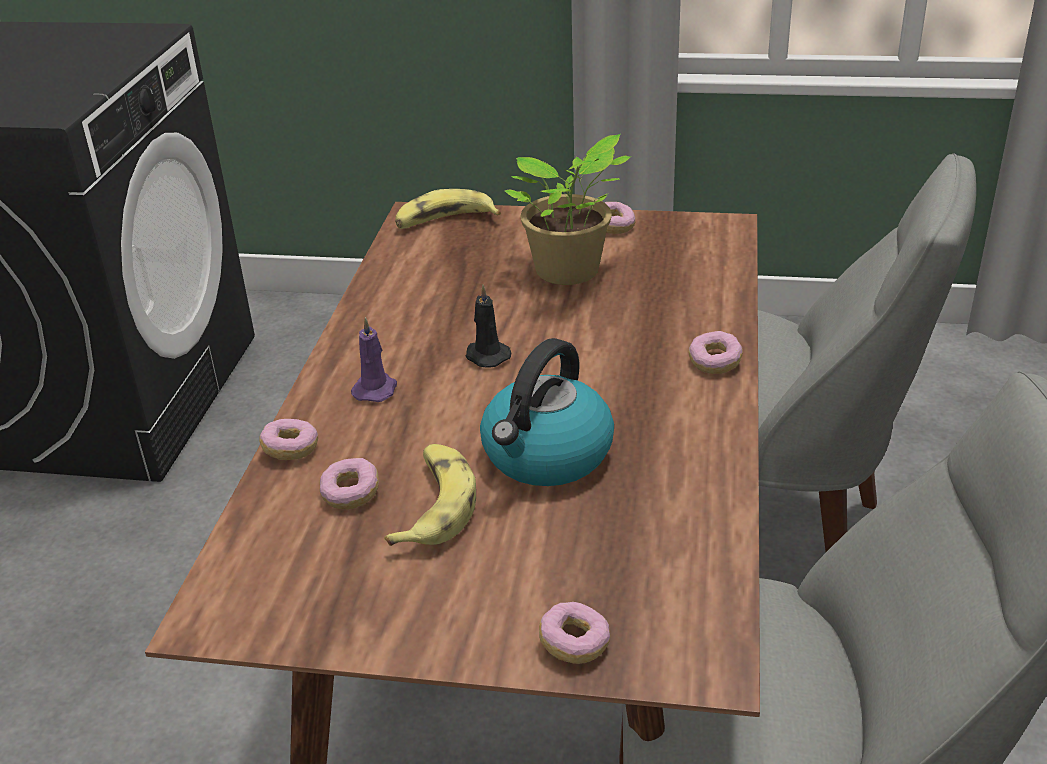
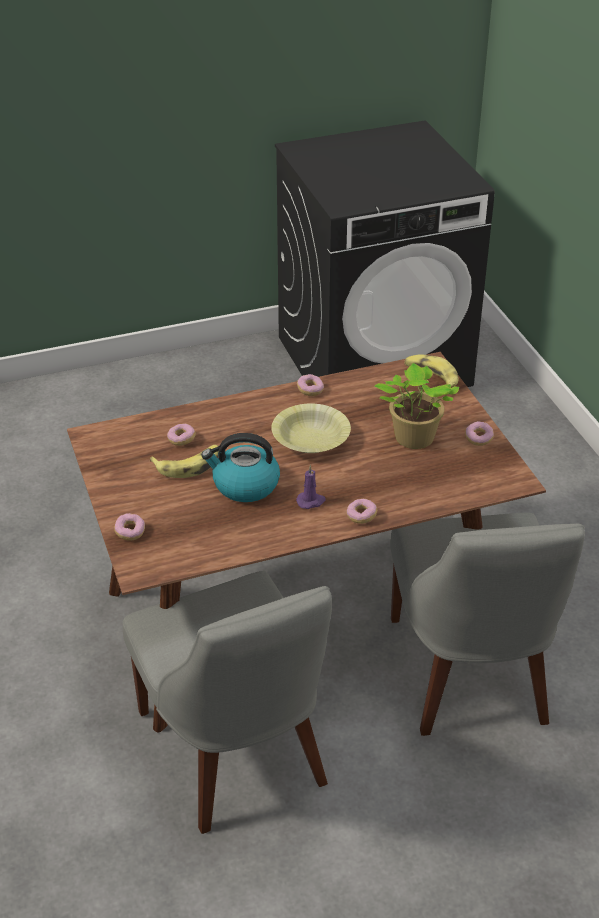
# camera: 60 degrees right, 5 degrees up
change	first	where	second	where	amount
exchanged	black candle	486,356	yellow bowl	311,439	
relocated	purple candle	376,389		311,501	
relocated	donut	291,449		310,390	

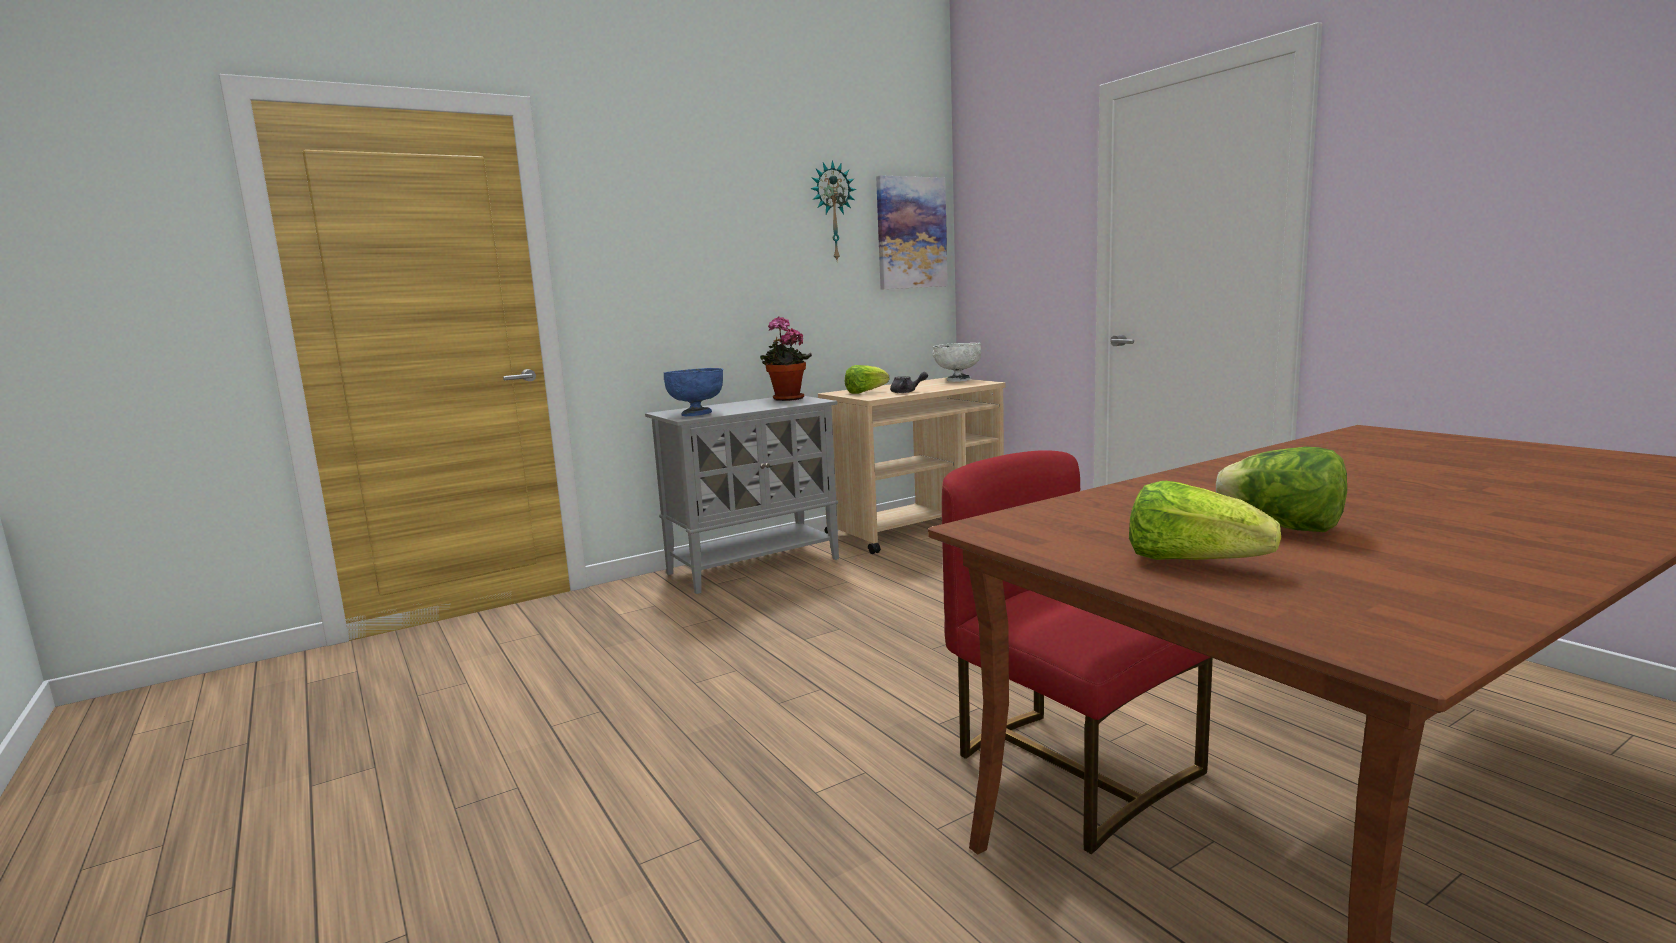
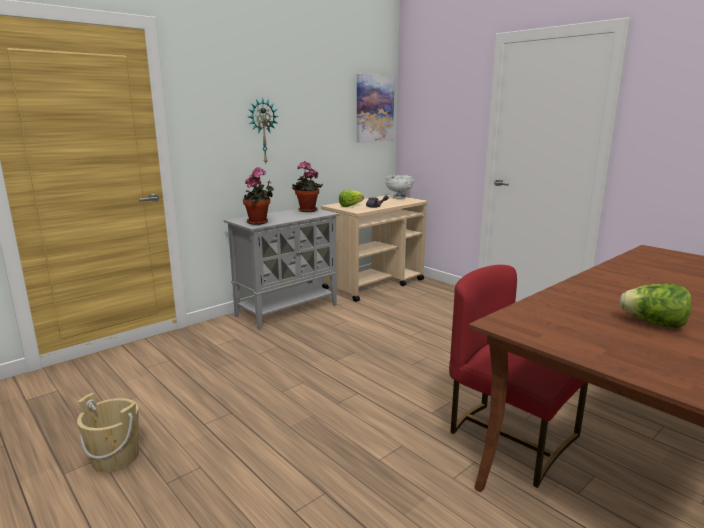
# camera: 10 degrees left, 5 degrees up
change	first	where	second	where	amount
appeared			beige bucket	115,457	
exchanged	blue bowl	696,414	potted plant	259,222	
relocated	wall clock	832,212		262,131	
missing	lettuce	1191,562			

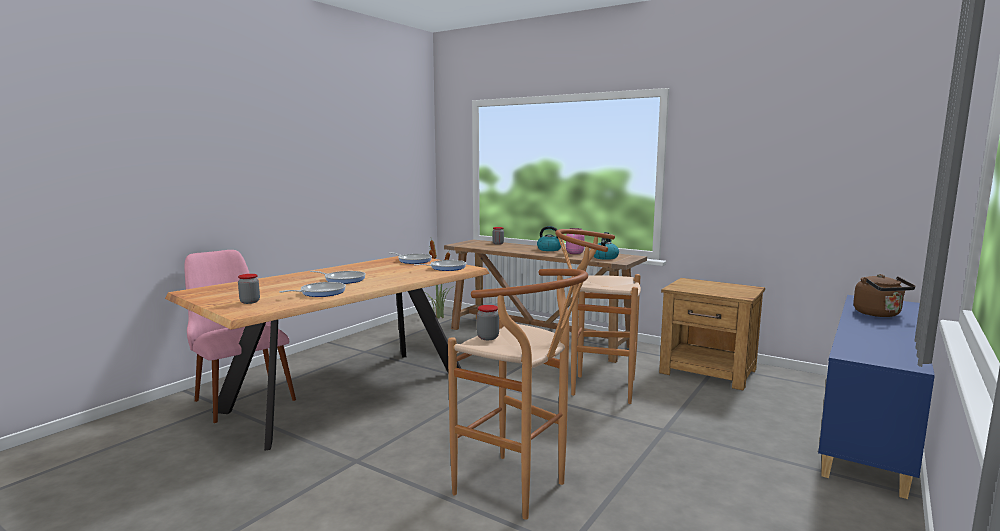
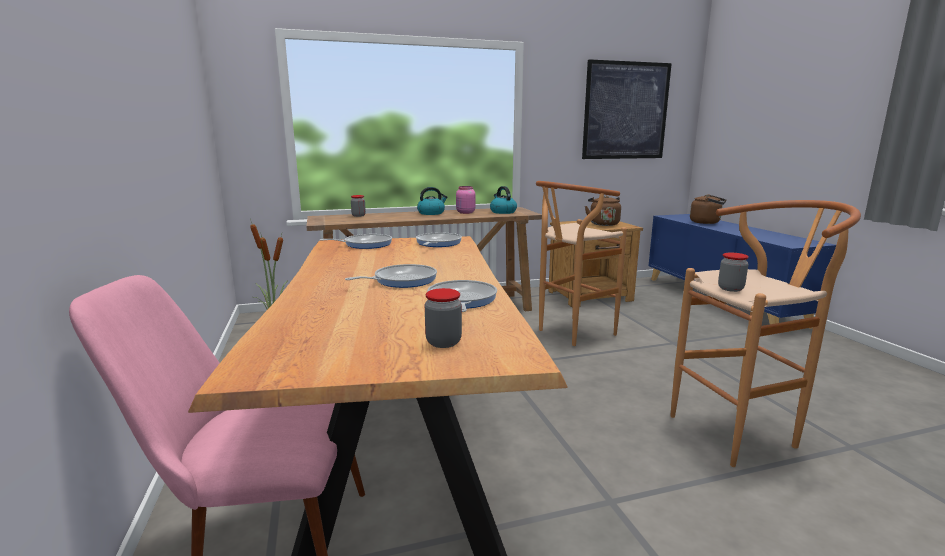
# camera: 50 degrees left, 5 degrees up
change	first	where	second	where	amount
appeared			picture	625,111	
appeared			brown kettle	603,224	

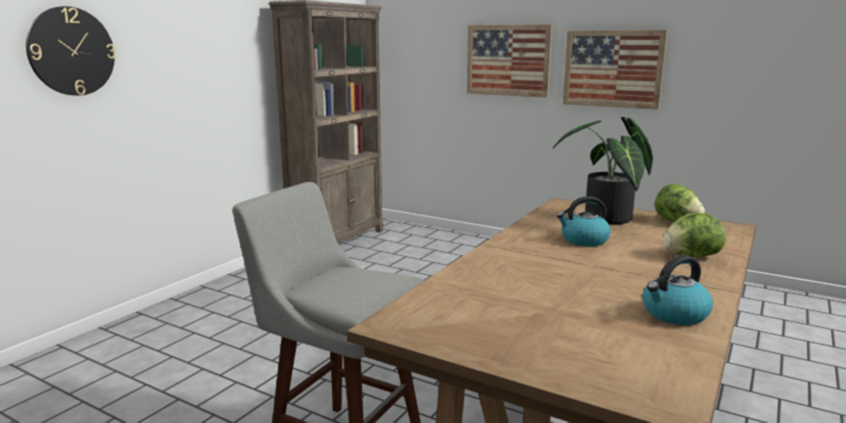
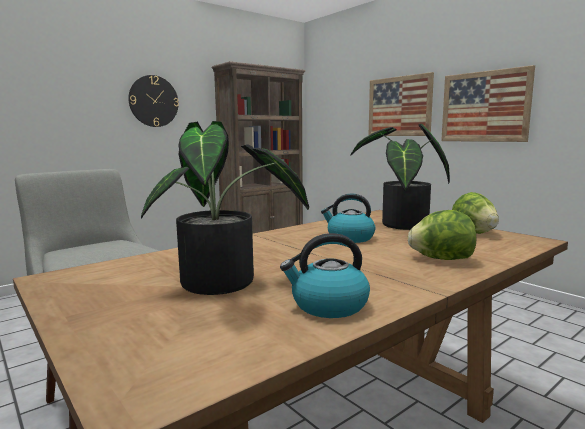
# camera: 20 degrees right, 5 degrees down
change	first	where	second	where	amount
relocated	wall clock	71,51		153,101	
appeared			potted plant	226,283	

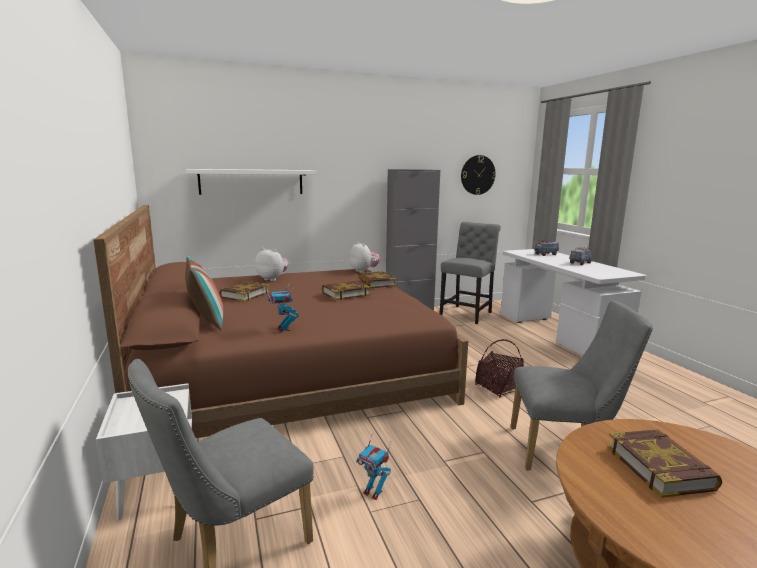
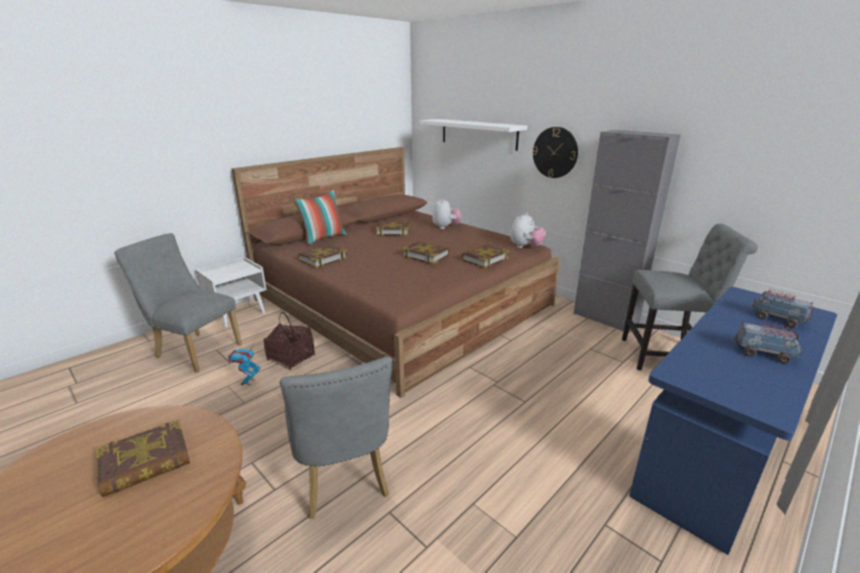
# camera: 65 degrees right, 10 degrees up
change	first	where	second	where	amount
relocated	basket	499,387		291,358	
exchanged	toy robot	283,330	book	322,259	
relocated	wall clock	477,175		555,152	
colour	white desk	558,333	blue desk	716,451	

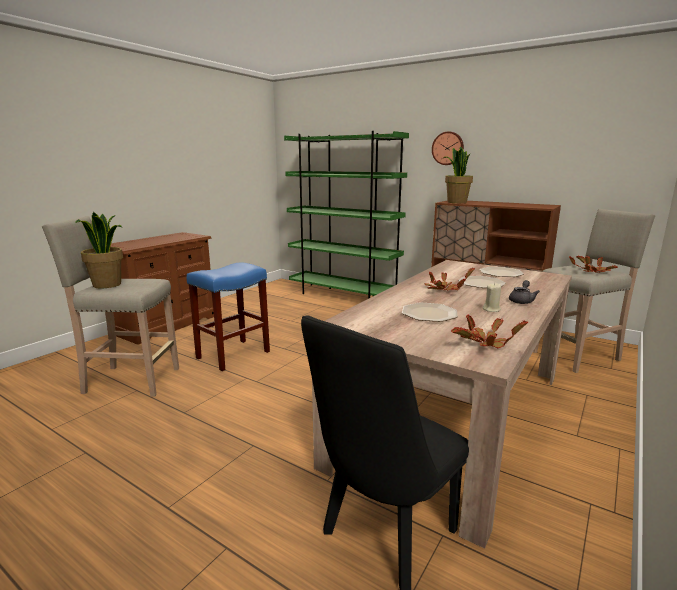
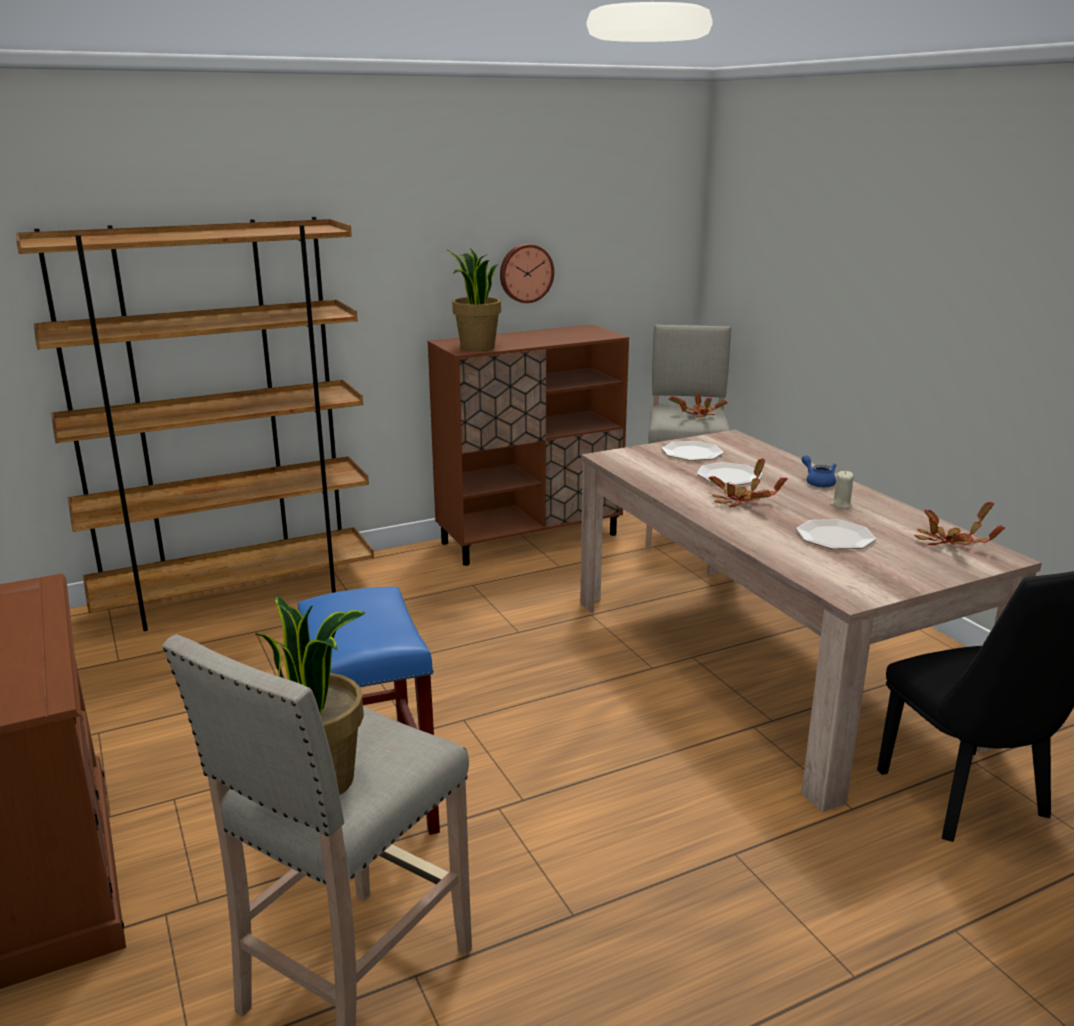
# camera: 60 degrees left, 5 degrees up
change	first	where	second	where	amount
colour	green bookcase	343,296	brown bookcase	237,595	
relocated	wall clock	448,148		525,273	
colour	grey teapot	521,301	blue teapot	818,482	

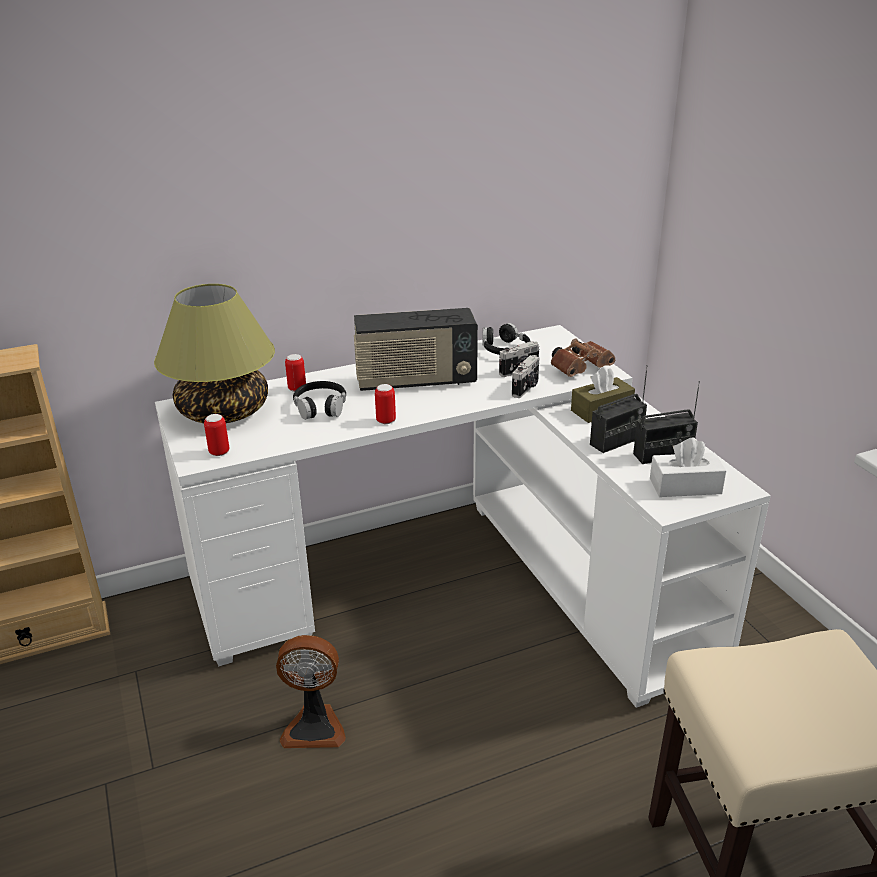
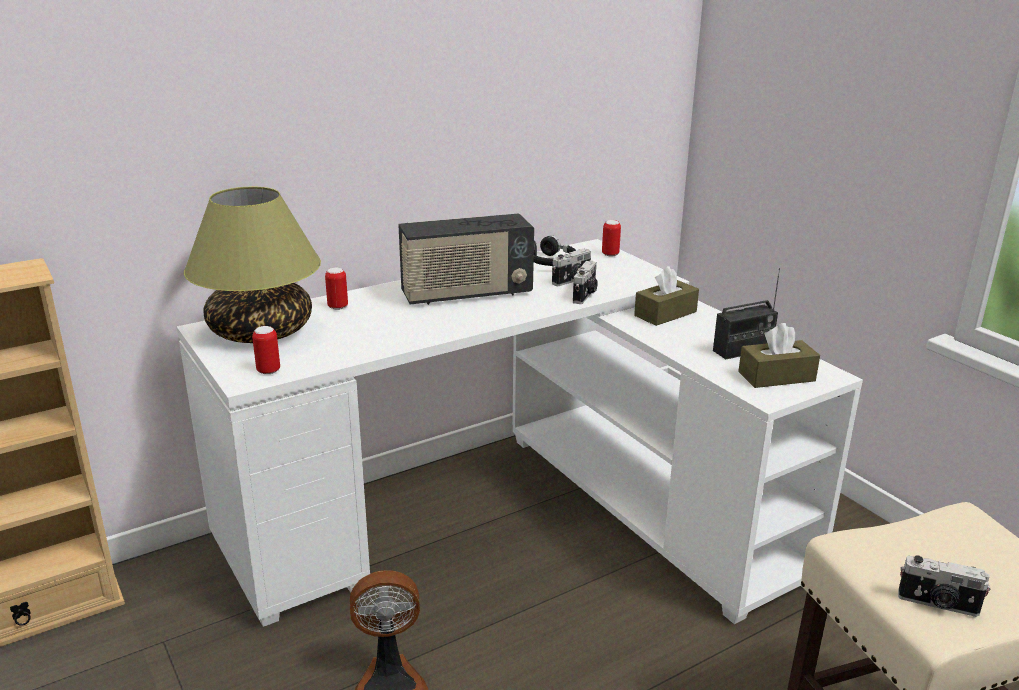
# camera: 10 degrees left, 5 degrees down
change	first	where	second	where	amount
relocated	can	386,421		610,254	
colour	white tissue box	685,486	brown tissue box	776,376	
appeared			photo camera	938,604	
missing	black headphones	320,407			
missing	brown binoculars	581,368			
missing	radio	616,441			

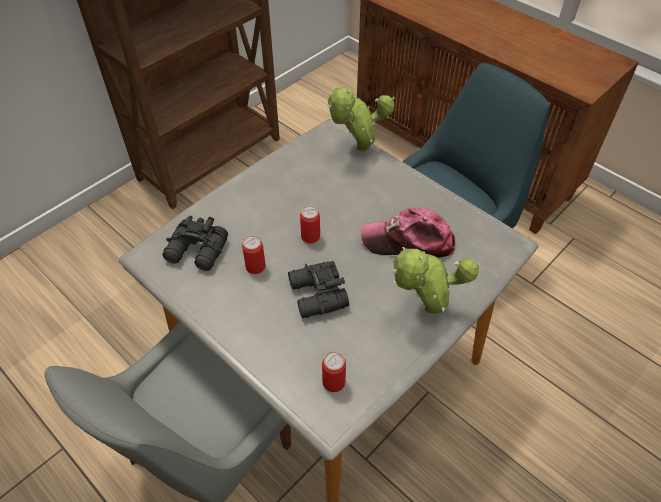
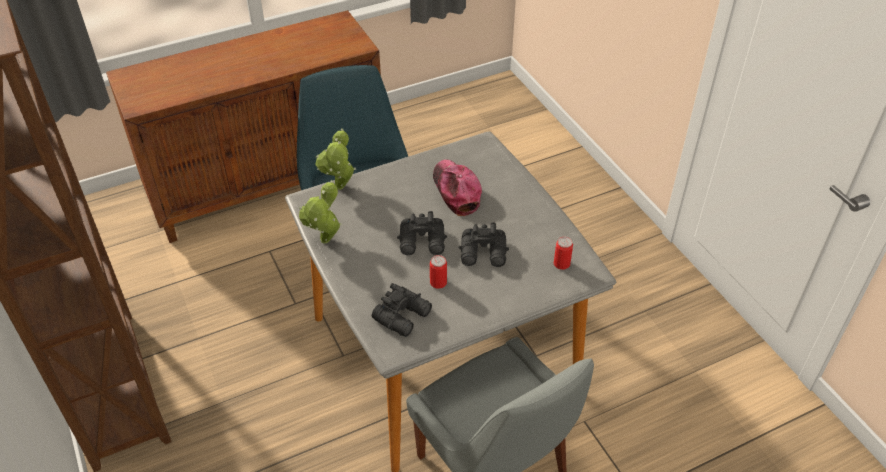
# camera: 70 degrees left, 5 degrees down
change	first	where	second	where	amount
relocated	potted plant	425,310		325,243	
exchanged	can	310,236	black binoculars	423,243	
spun	cap	408,241		456,191	135 degrees clockwise

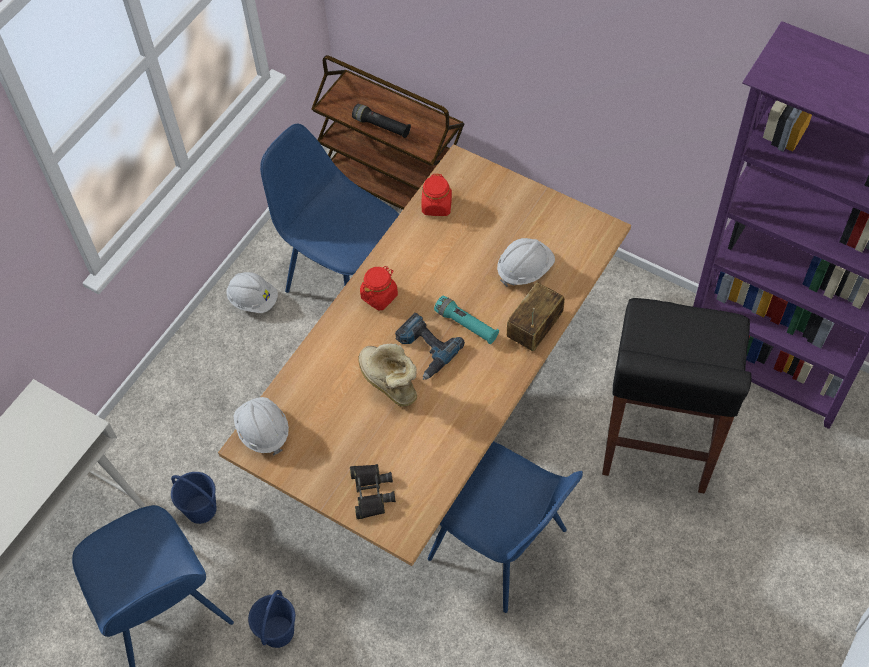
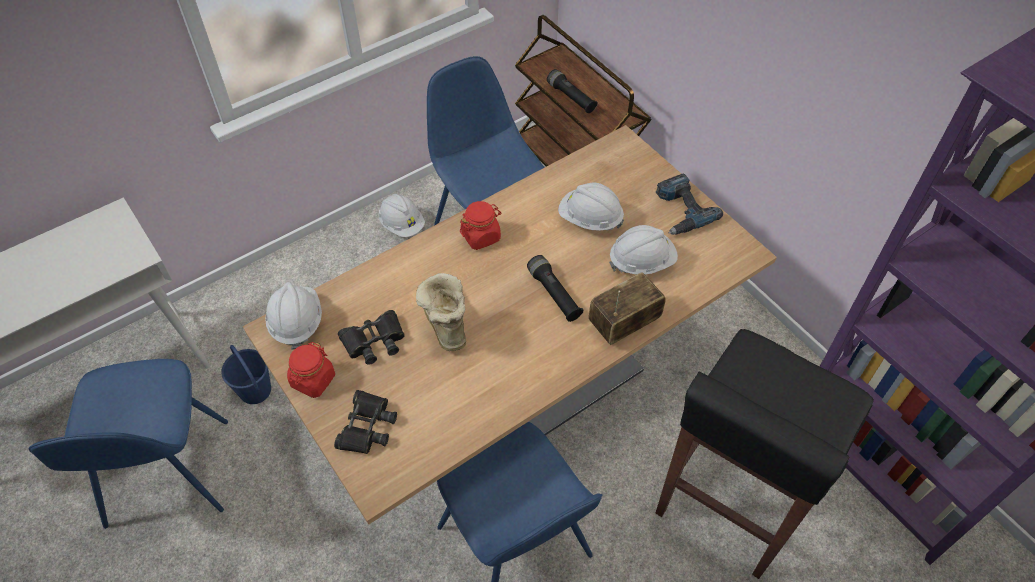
# camera: 20 degrees right, 5 degrees down
change	first	where	second	where	amount
relocated	red jar	437,206		313,380	
appeared			black binoculars	374,341	
colour	turquoise flashlight	466,325	black flashlight	554,294	
appeared			white hard hat	590,219	
relocated	power drill	424,349		680,210	
missing	blue bucket	277,632			

